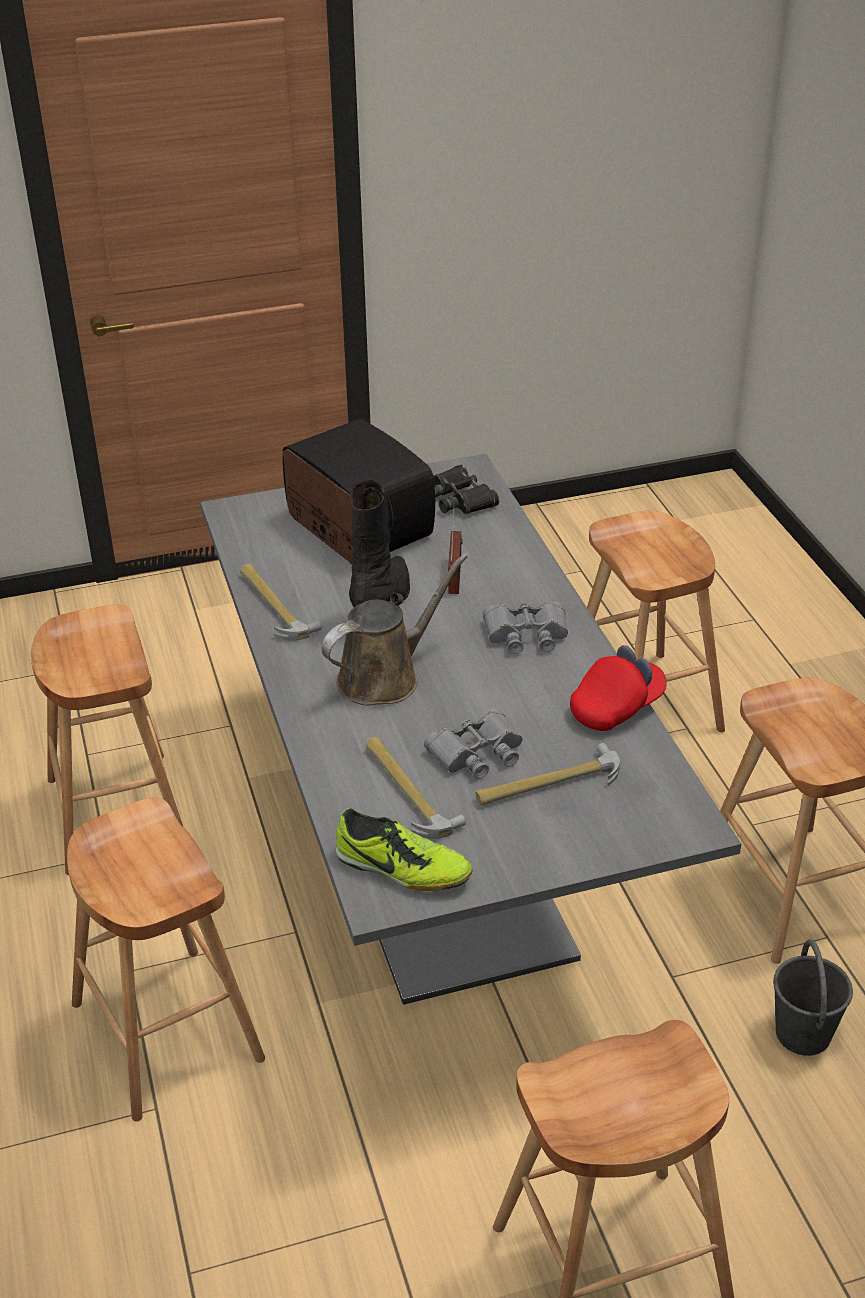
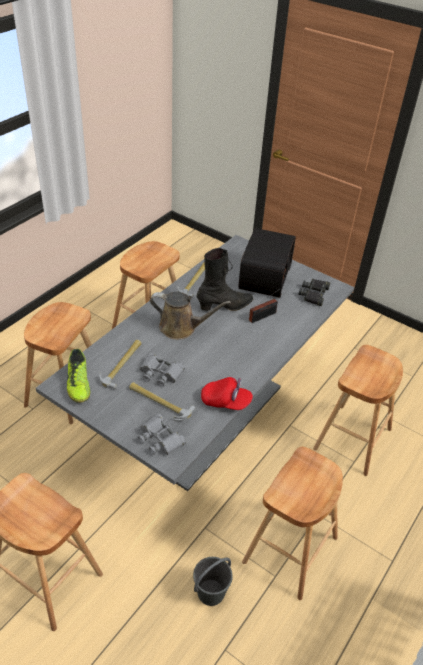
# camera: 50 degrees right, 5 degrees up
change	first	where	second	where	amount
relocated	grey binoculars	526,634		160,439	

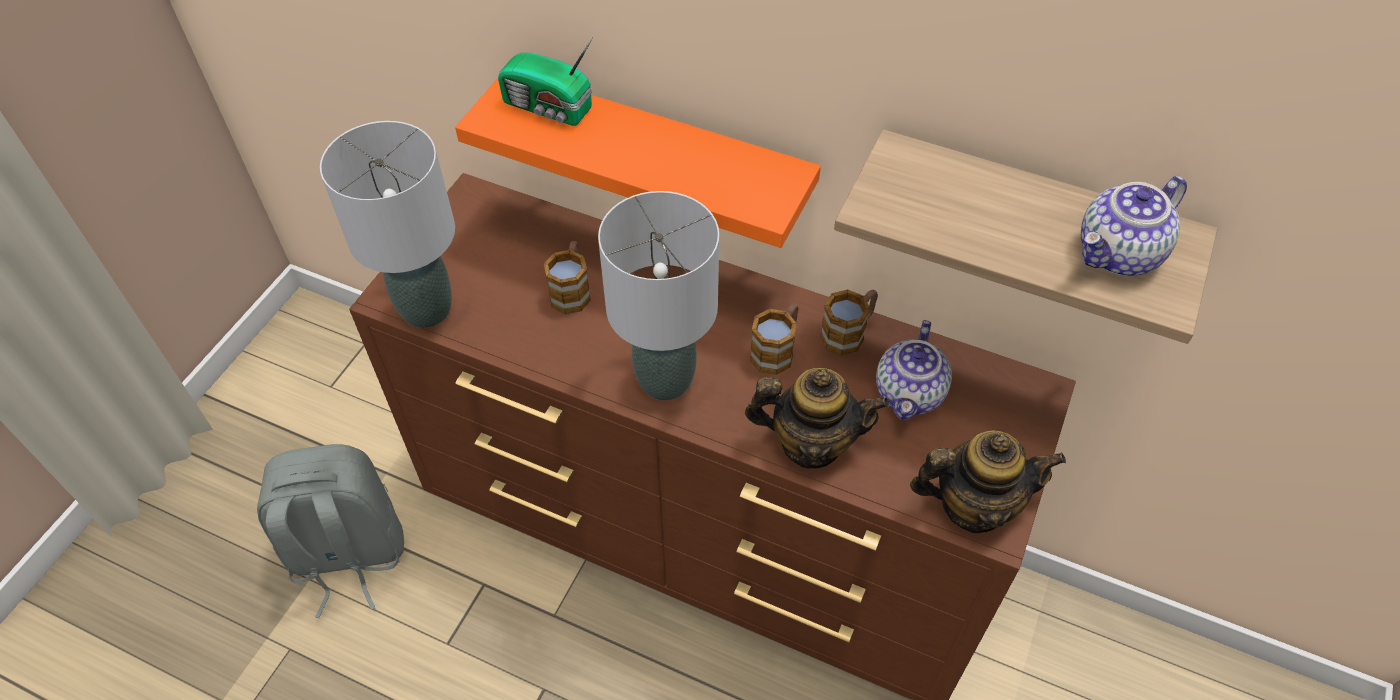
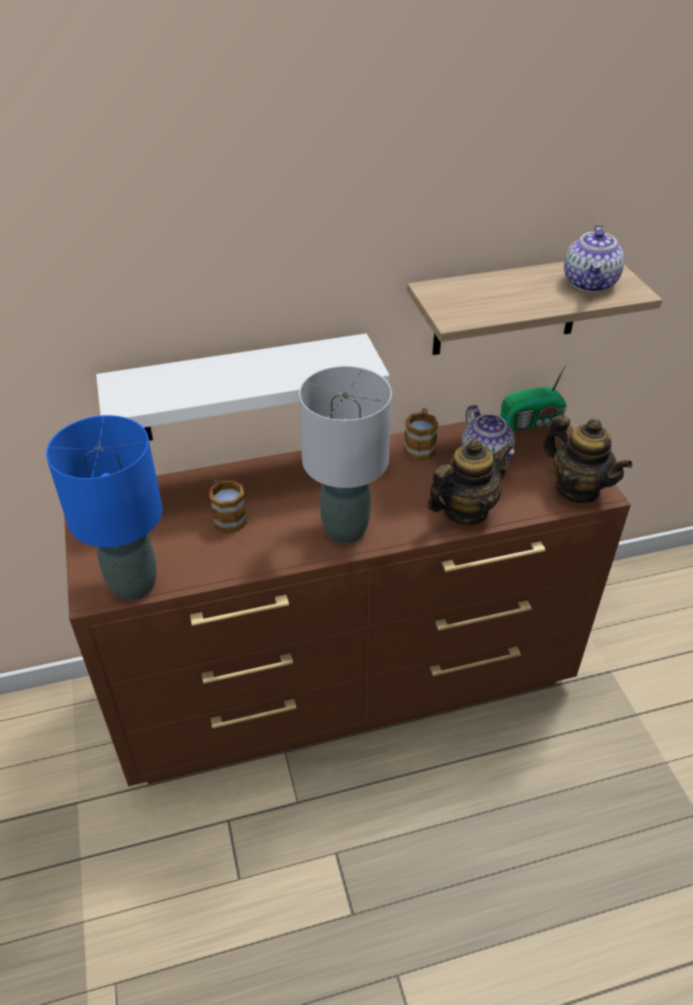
# camera: 40 degrees left, 10 degrees down
change	first	where	second	where	amount
colour	grey table lamp	427,309	blue table lamp	134,584	
colour	orange shelf	658,156	white shelf	239,389	
relocated	radio	549,108		533,421	
spun	teapot	973,505		577,489	90 degrees clockwise
missing	grey backpack	347,556			
missing	mug	776,350			

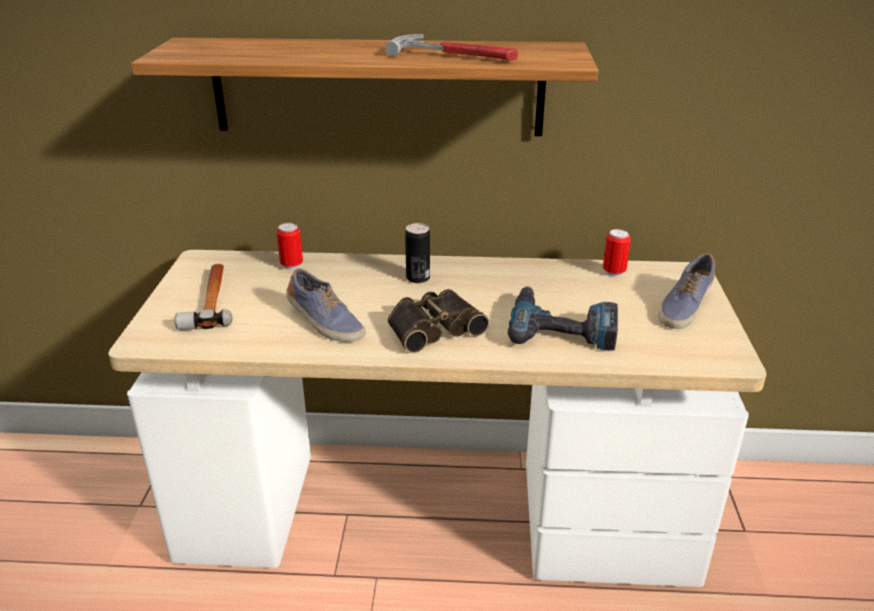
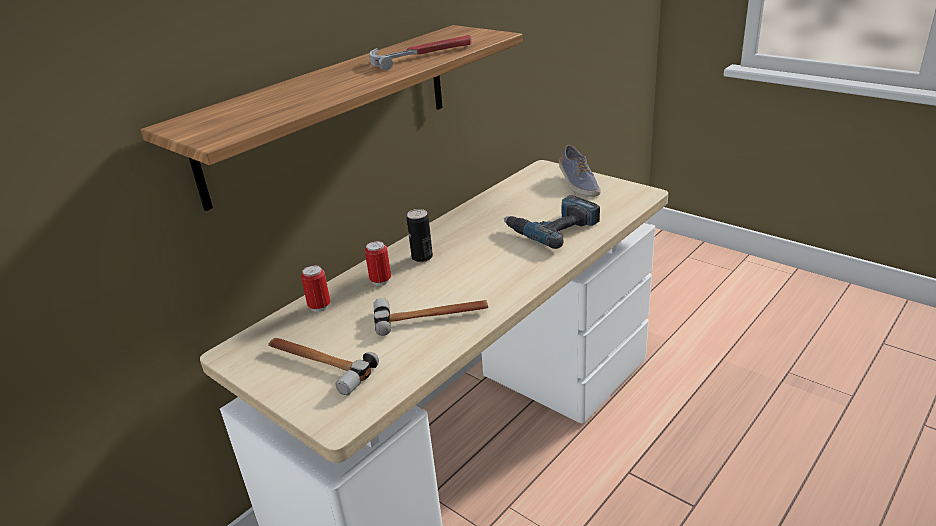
# camera: 50 degrees left, 0 degrees up
change	first	where	second	where	amount
relocated	can	614,272		380,281	
exchanged	shoe	324,323	hammer	431,316	
missing	binoculars	433,327			

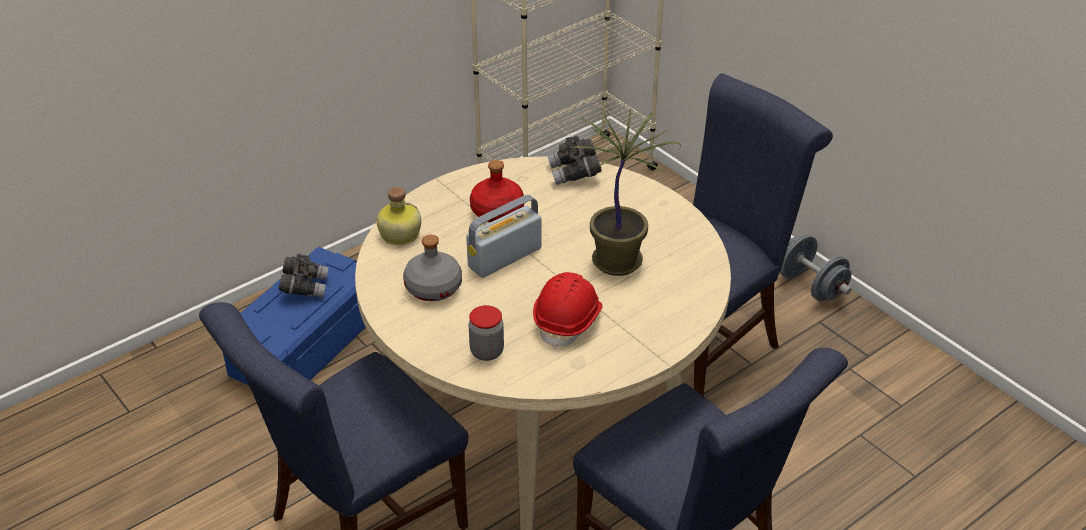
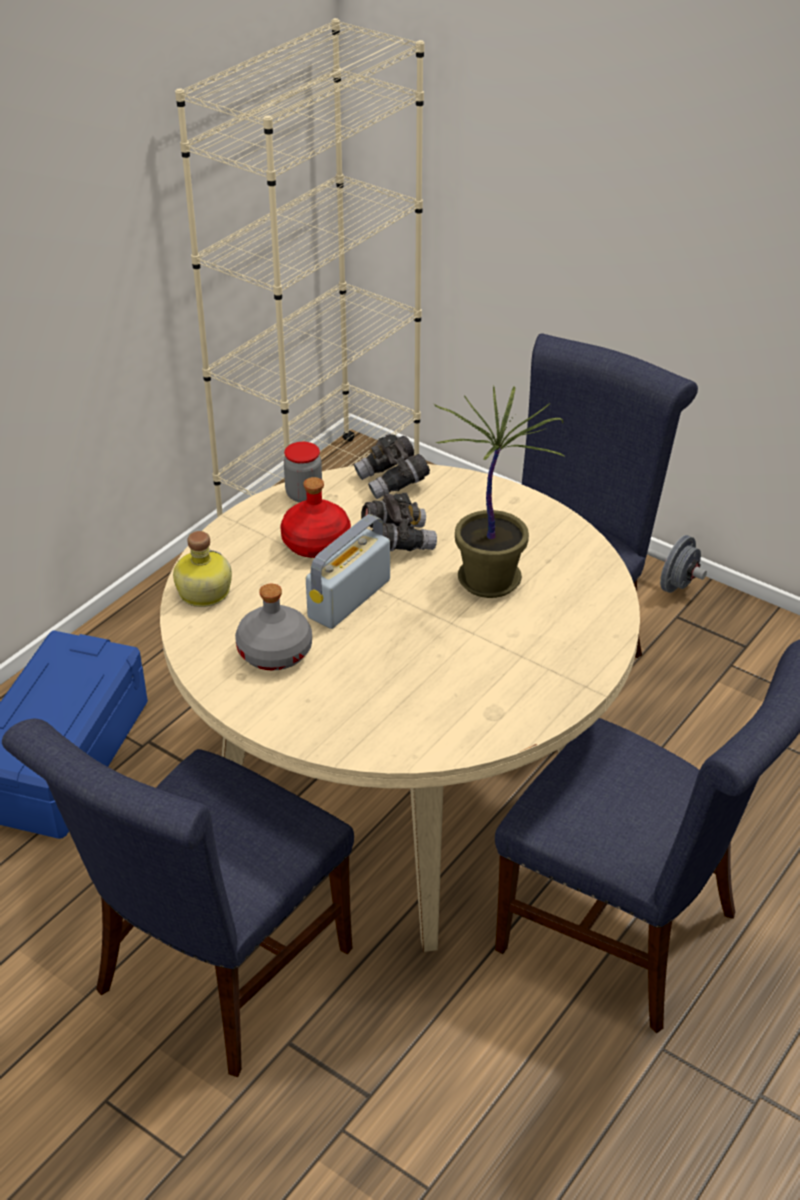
# camera: 15 degrees left, 0 degrees up
change	first	where	second	where	amount
relocated	jar	487,352		304,495	
relocated	grey binoculars	304,287		397,540	
missing	red hard hat	568,321			

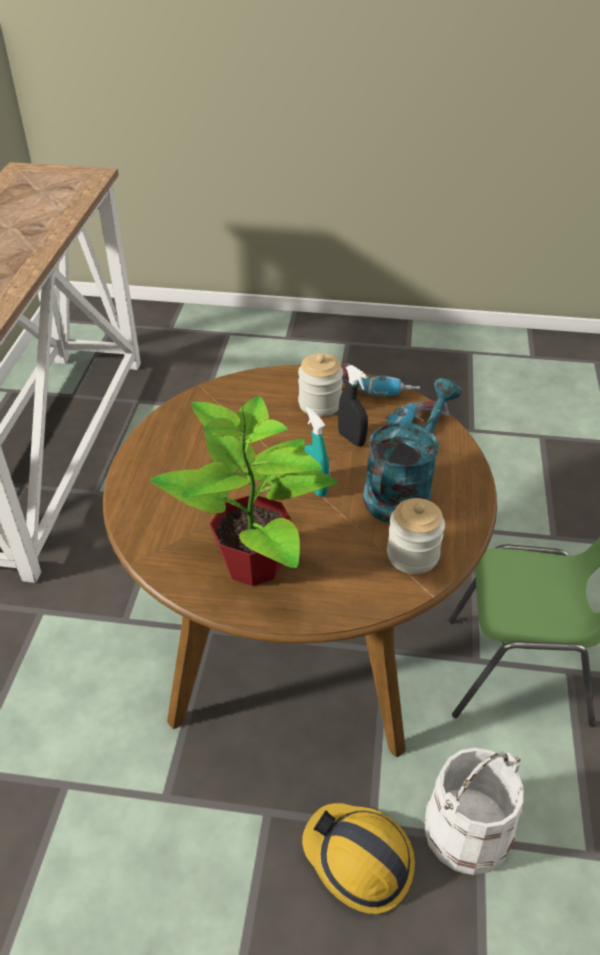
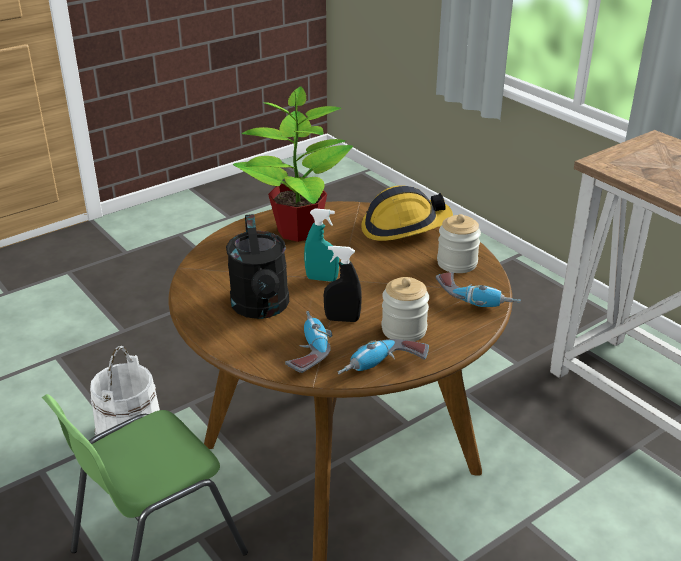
# camera: 135 degrees right, 10 degrees down
change	first	where	second	where	amount
colour	turquoise watering can	403,489	black watering can	262,308	
relocated	hard hat	359,860		404,227	
appeared			power drill	476,299	
relocated	jar	412,555		457,263	

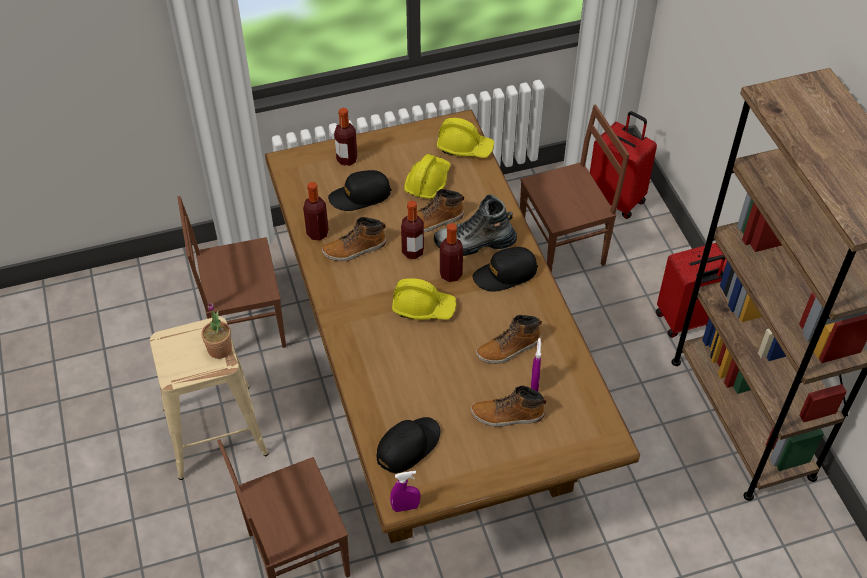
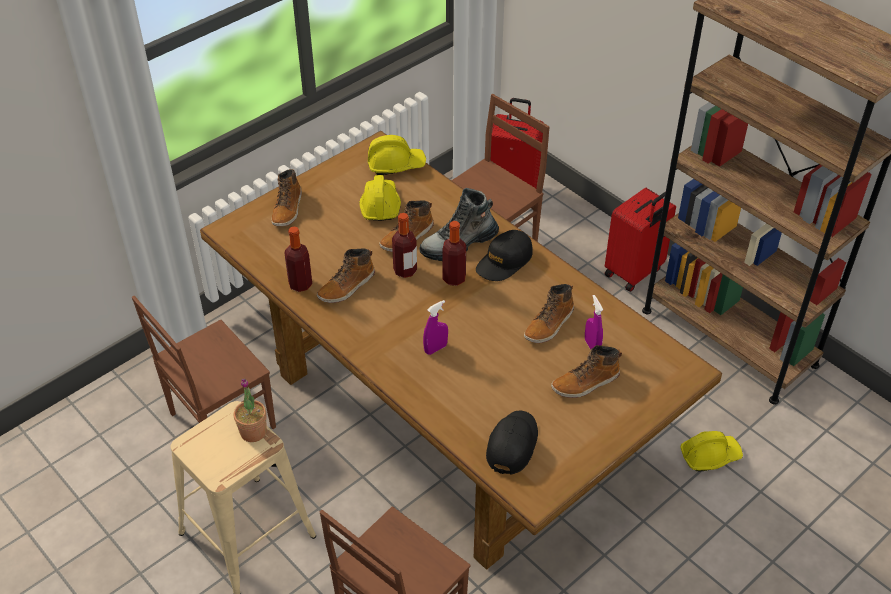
# camera: 25 degrees left, 5 degrees down
change	first	where	second	where	amount
exchanged	bottle	347,159	boot	287,209	
relocated	purple spray bottle	405,507		435,348	
relocated	yellow hard hat	423,307		709,455	
missing	black cap	360,196			

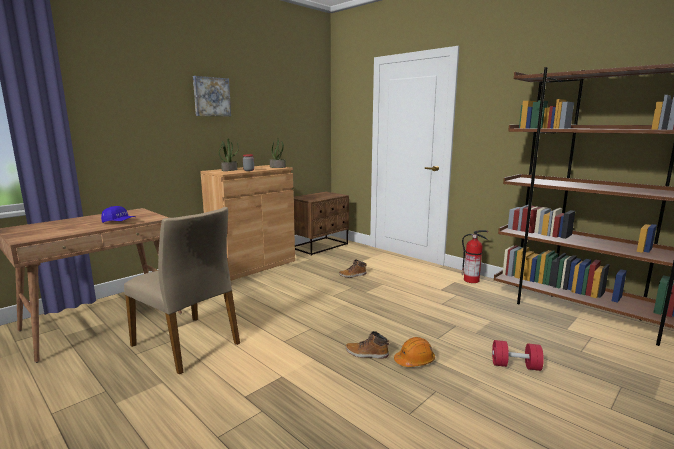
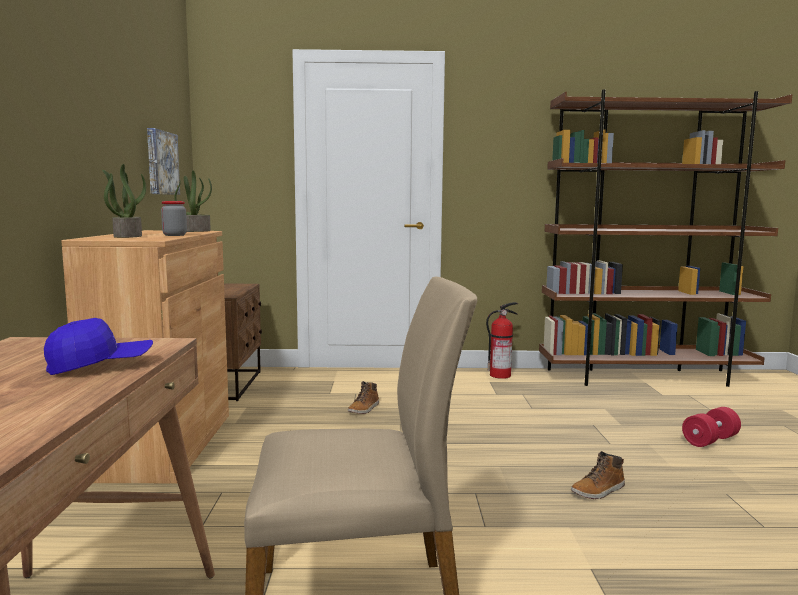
# camera: 45 degrees left, 5 degrees down
change	first	where	second	where	amount
relocated	picture	211,97		160,163	
missing	orange hard hat	414,361			

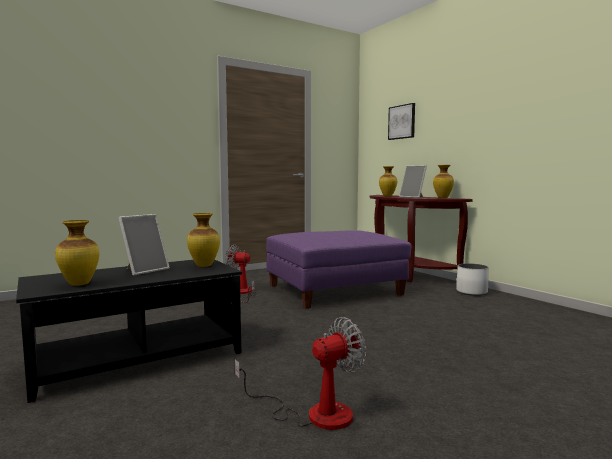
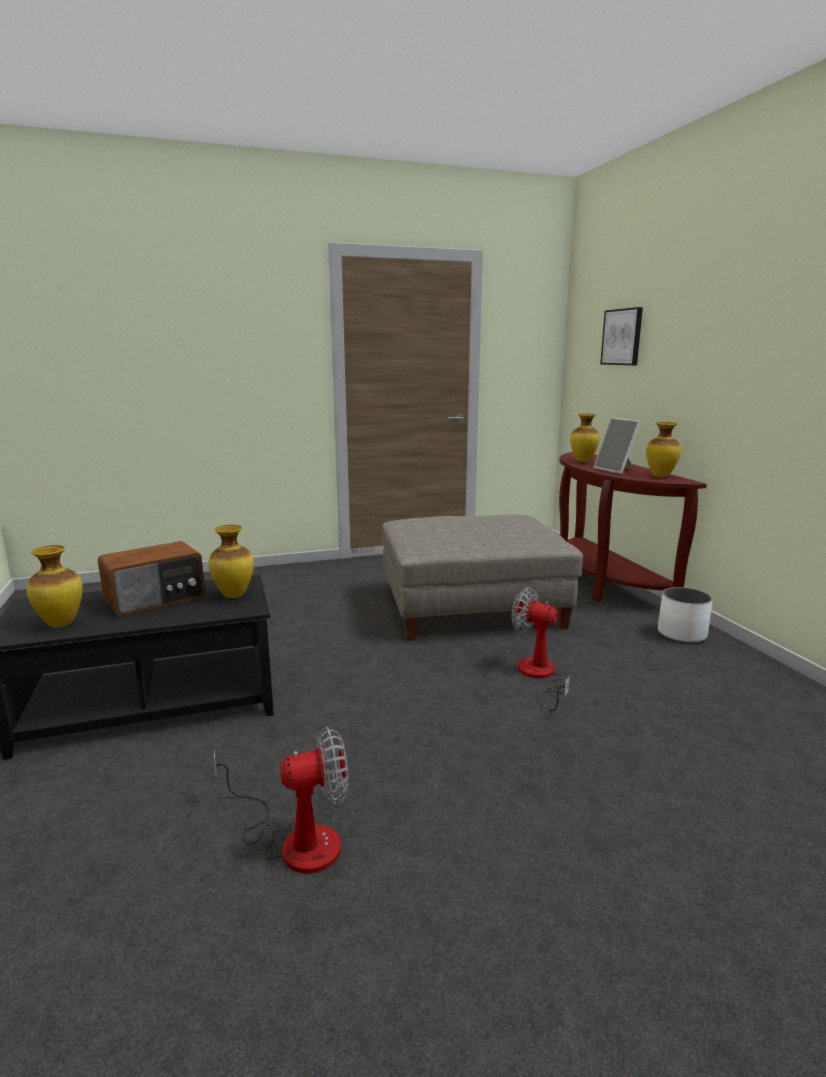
# camera: 15 degrees right, 10 degrees up
change	first	where	second	where	amount
exchanged	picture frame	144,270	radio	156,599	
colour	purple ottoman	335,290	grey ottoman	472,607	
relocated	fan	243,293		539,676	

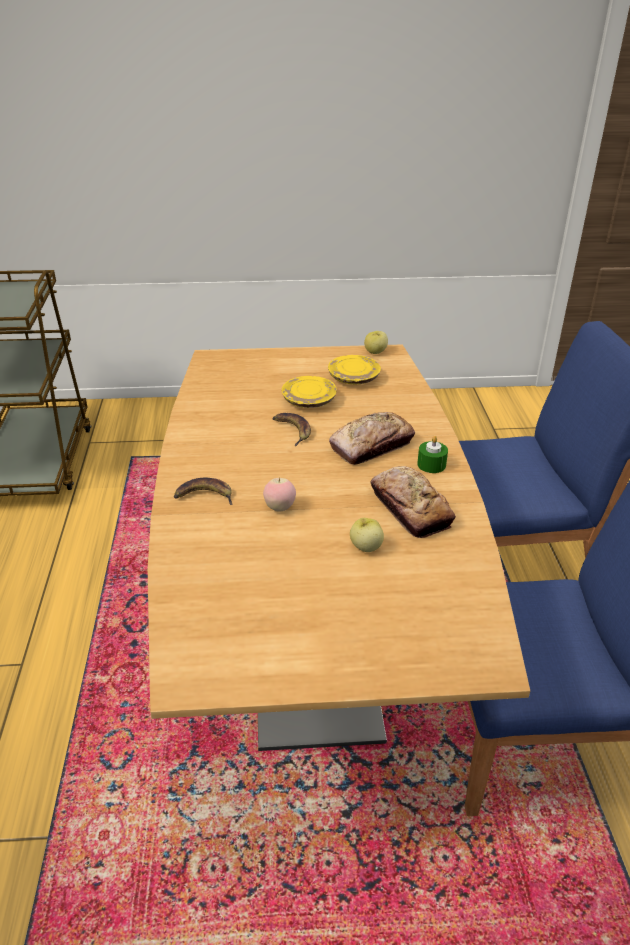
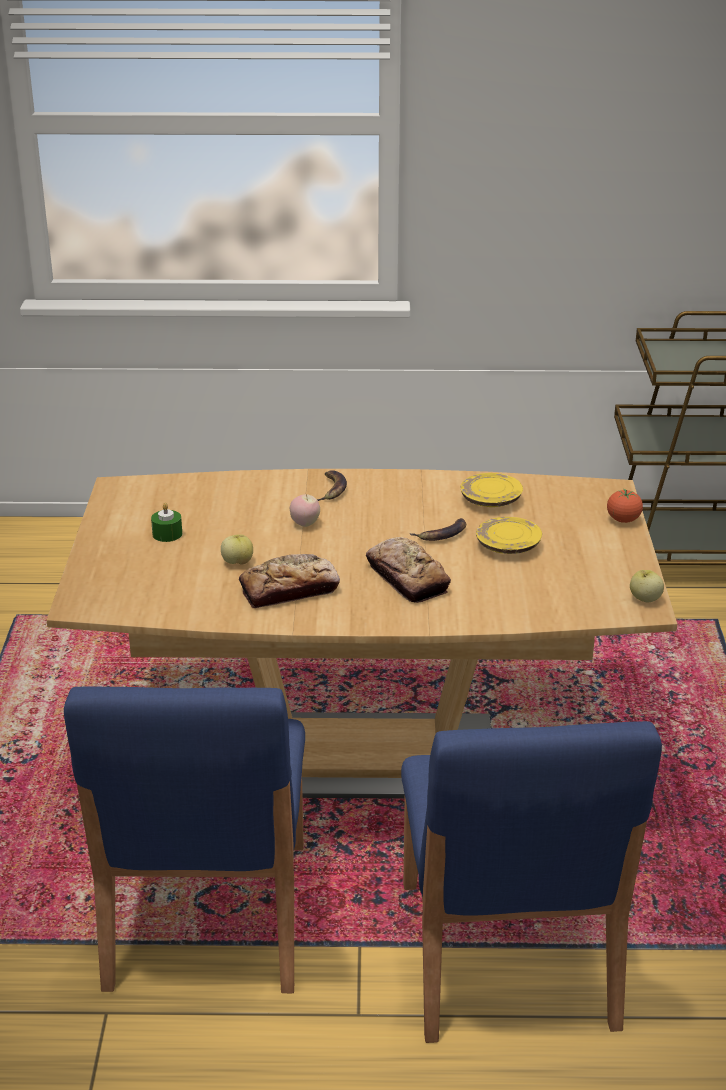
# camera: 95 degrees right, 5 degrees down
change	first	where	second	where	amount
relocated	green candle	431,464		167,534	
relocated	yellow plate	354,378		490,500	
appeared			tomato	623,520	

